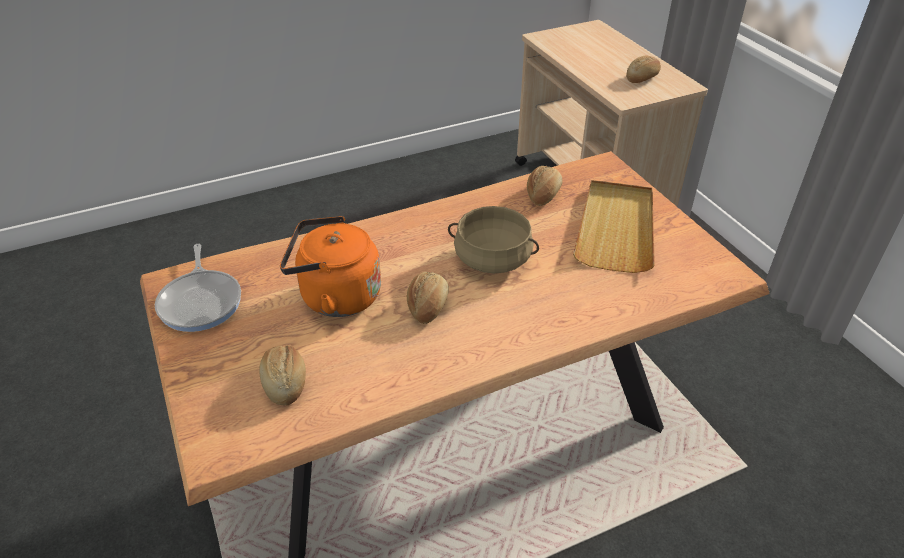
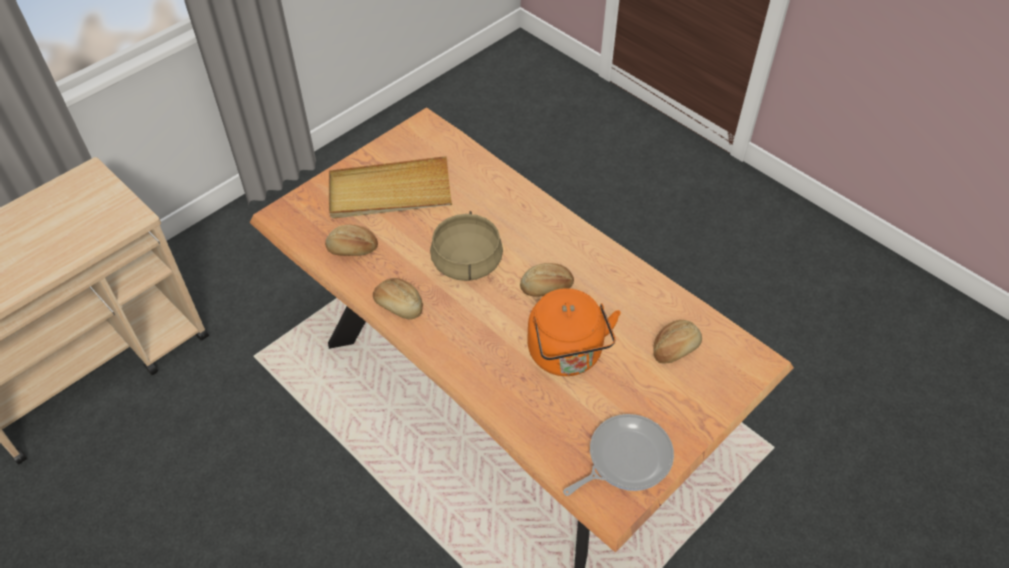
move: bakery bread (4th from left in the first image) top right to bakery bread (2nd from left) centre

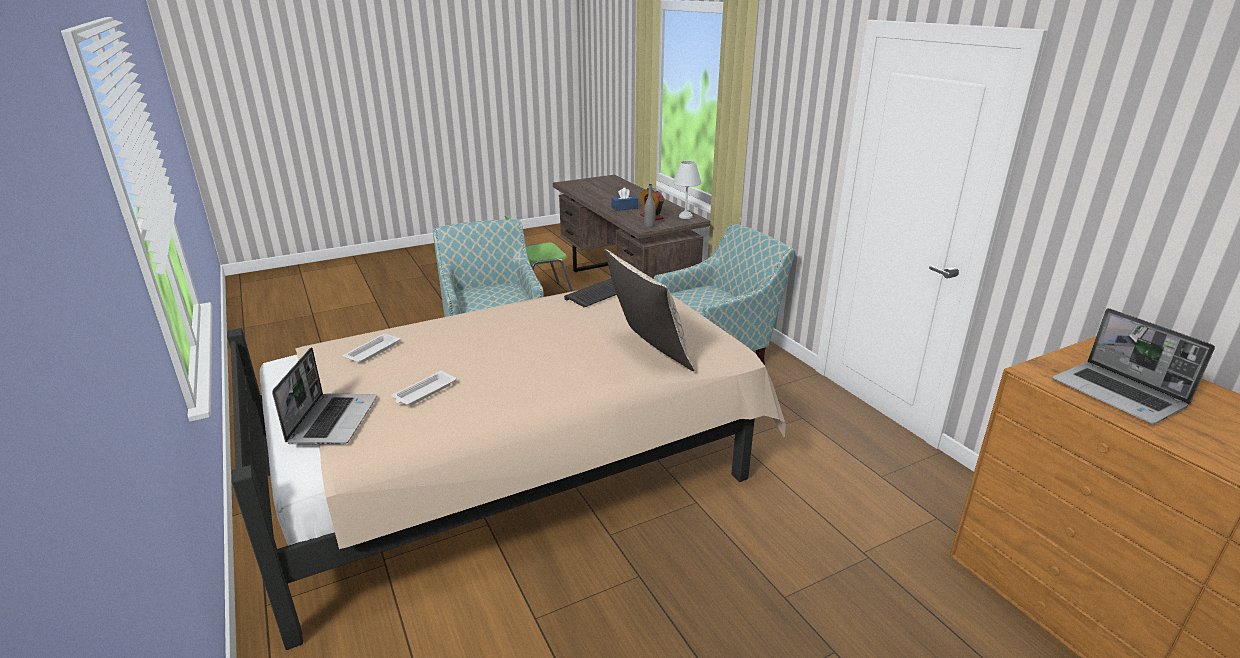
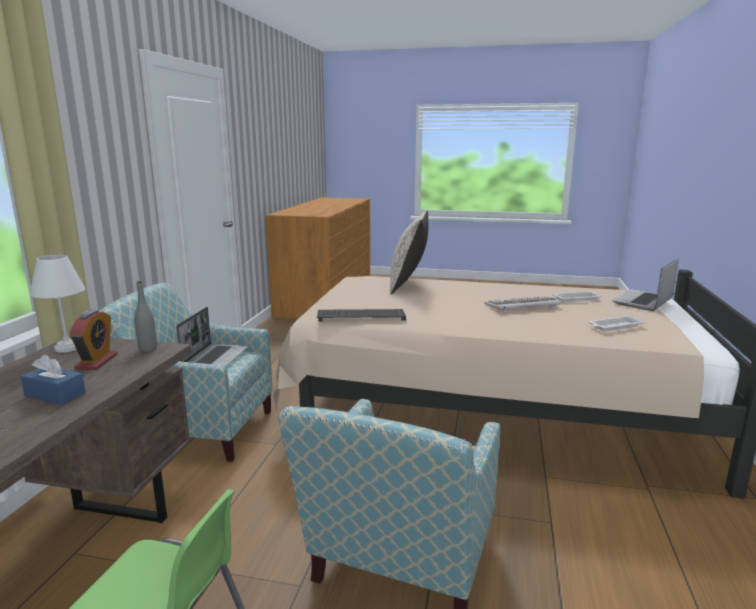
insert: computer keyboard (2nd from left) middle right
move: laptop (2nd from left in the first image) middle right to laptop (1st from left) middle left

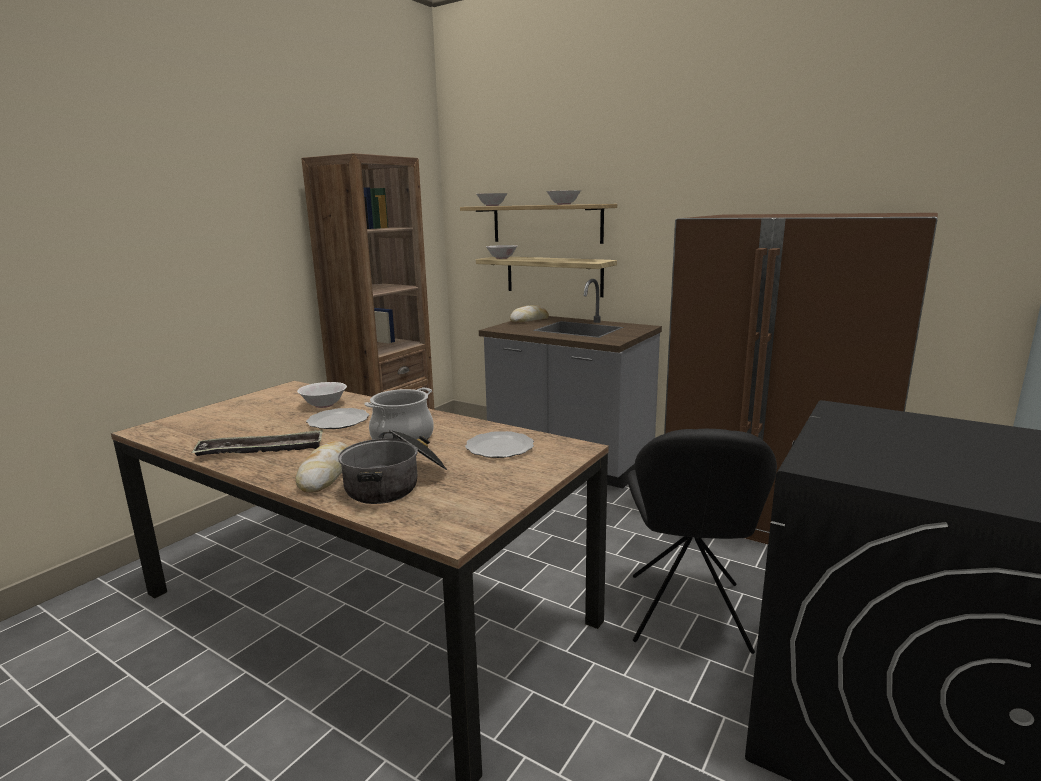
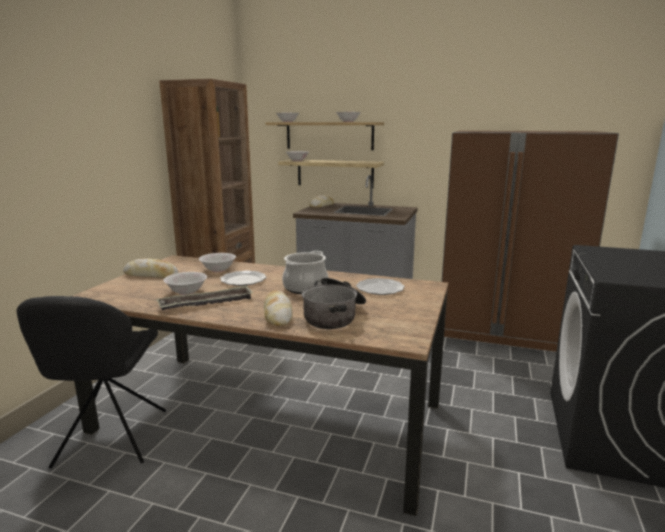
insert: bakery bread (1st from left) middle left; whitish bowl (1st from left) middle left
move: black-coloured upright chair bottom right to bottom left

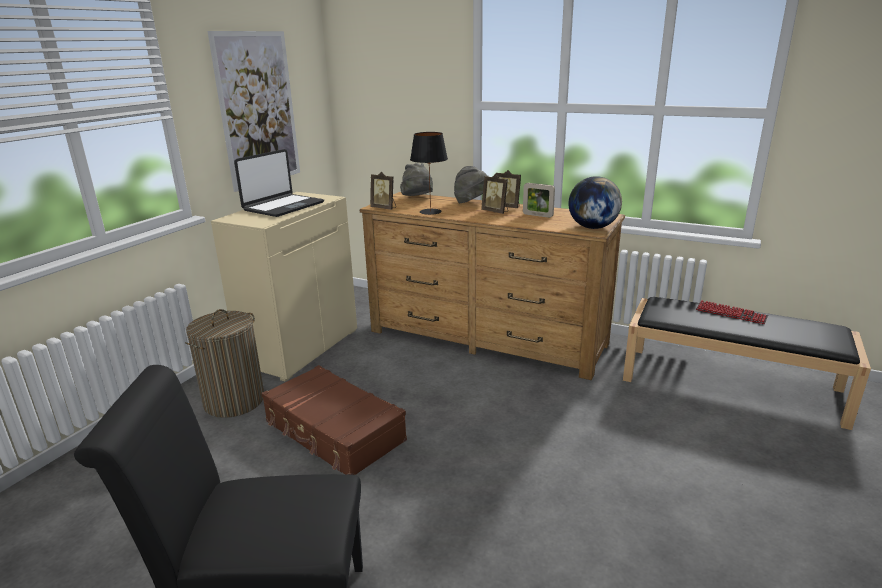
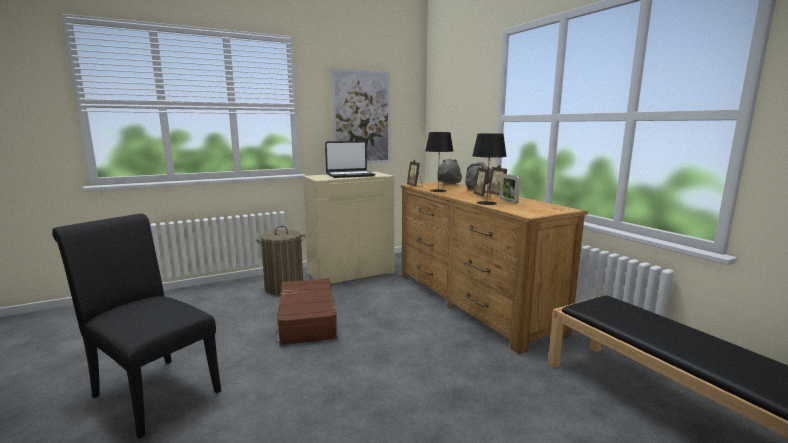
delete: desk globe middle right; computer keyboard middle right
insert: black-coloured table lamp (2nd from left) centre

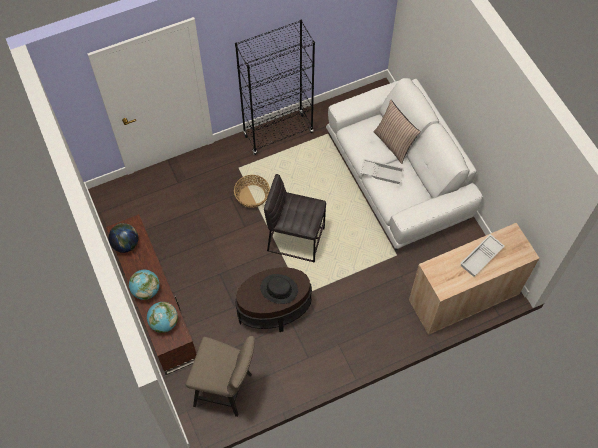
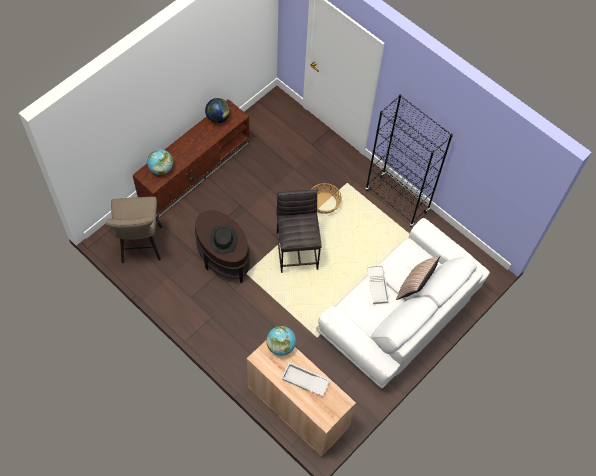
move: desk globe (2nd from left in the first image) middle left to desk globe (3rd from left) bottom centre

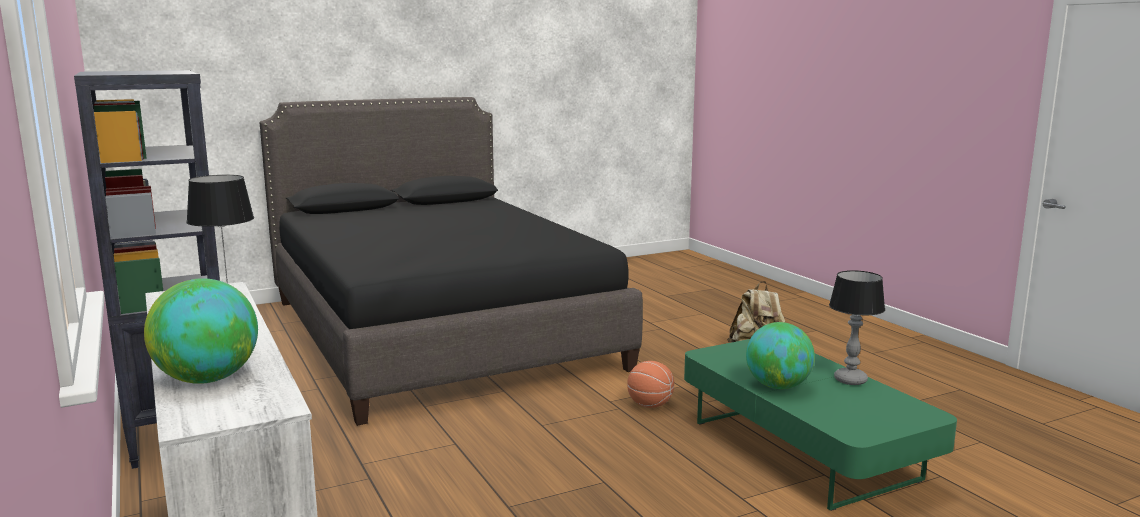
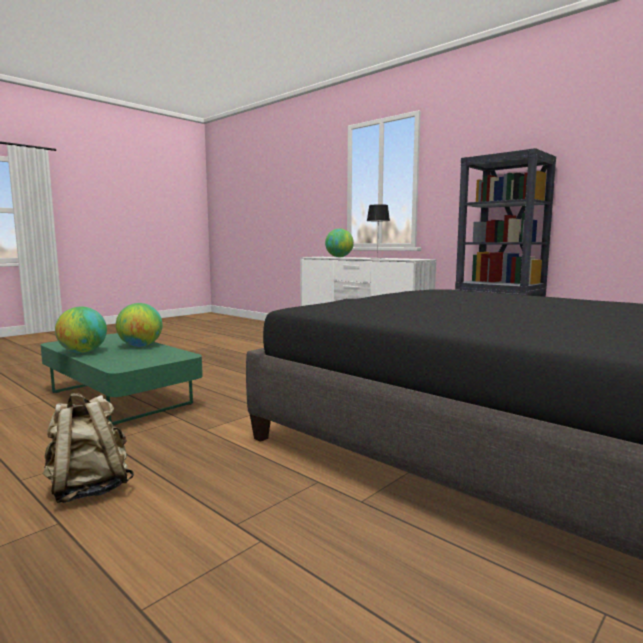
delete: ball for basketball bottom centre
replace: table lamp (2nd from left) middle right to desk globe (1st from left) middle left

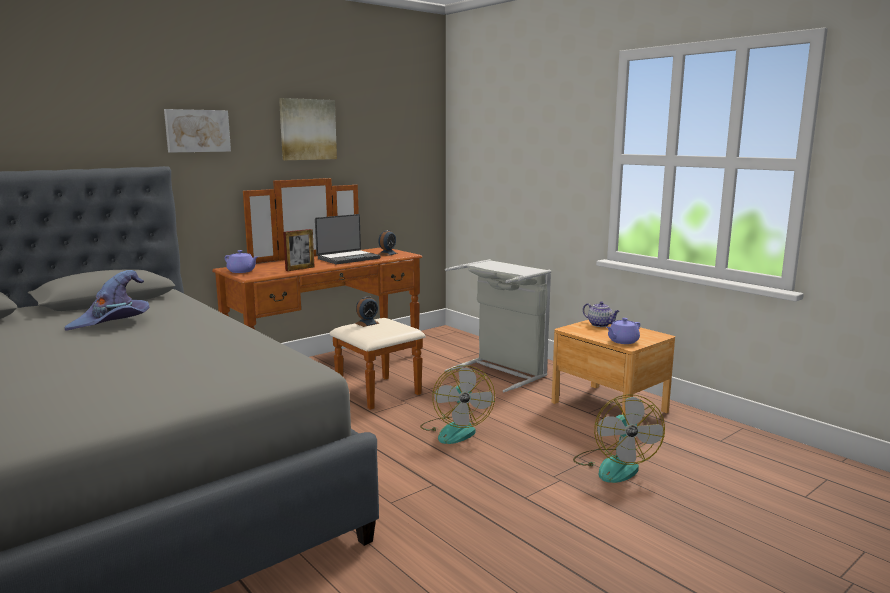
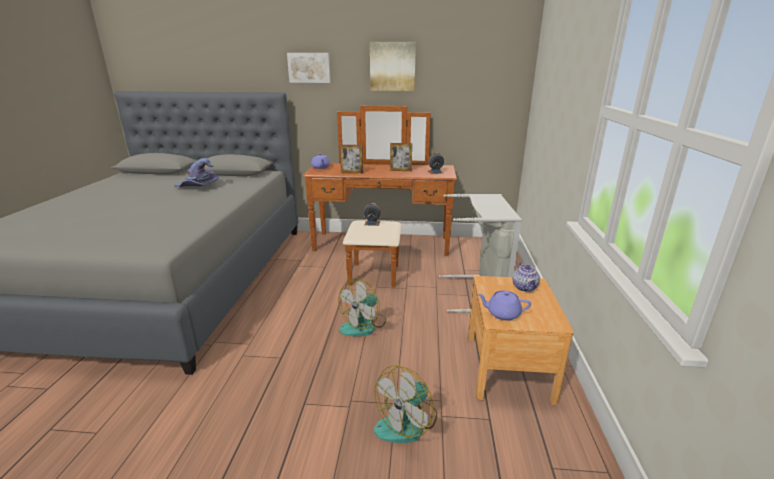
replace: laptop centre to picture frame (2nd from left) top centre

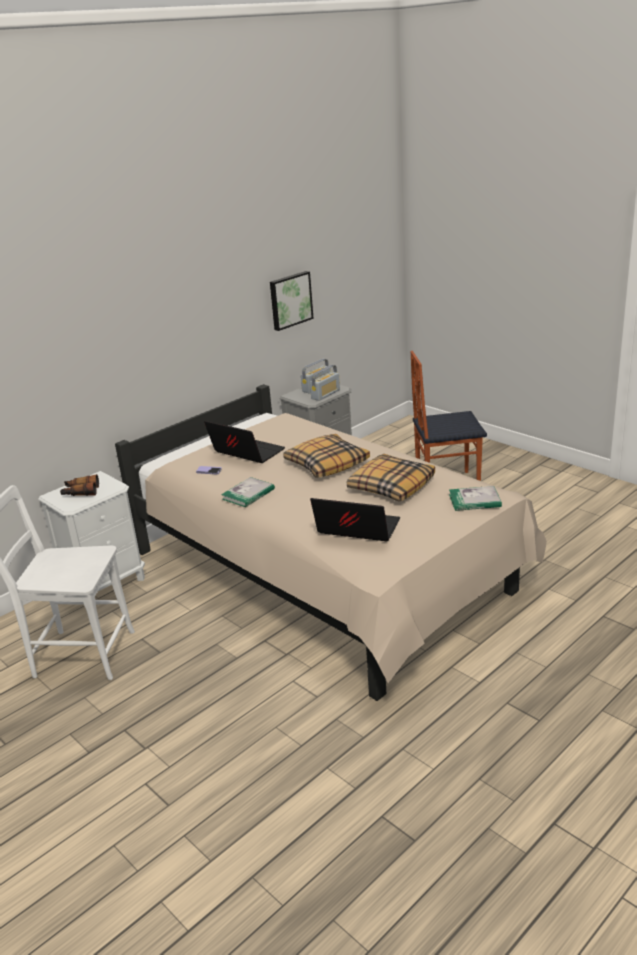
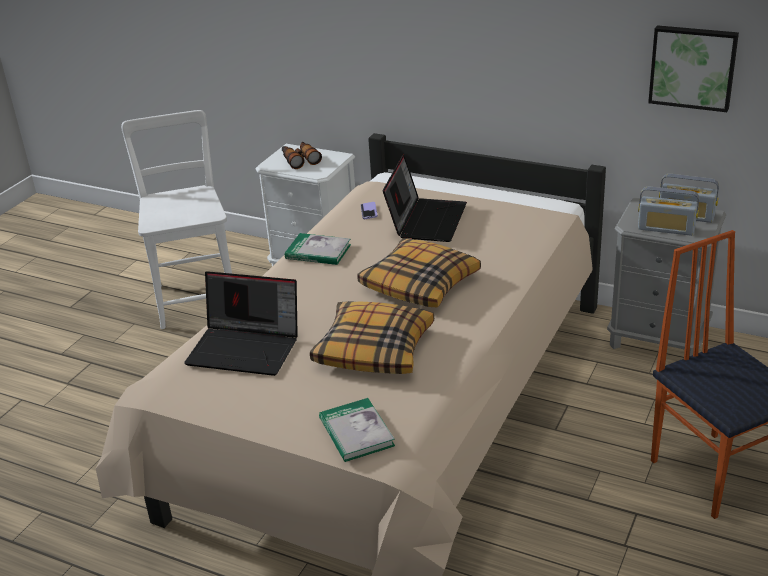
rotate: laptop (2nd from left in the first image) centre = middle left 105 degrees clockwise

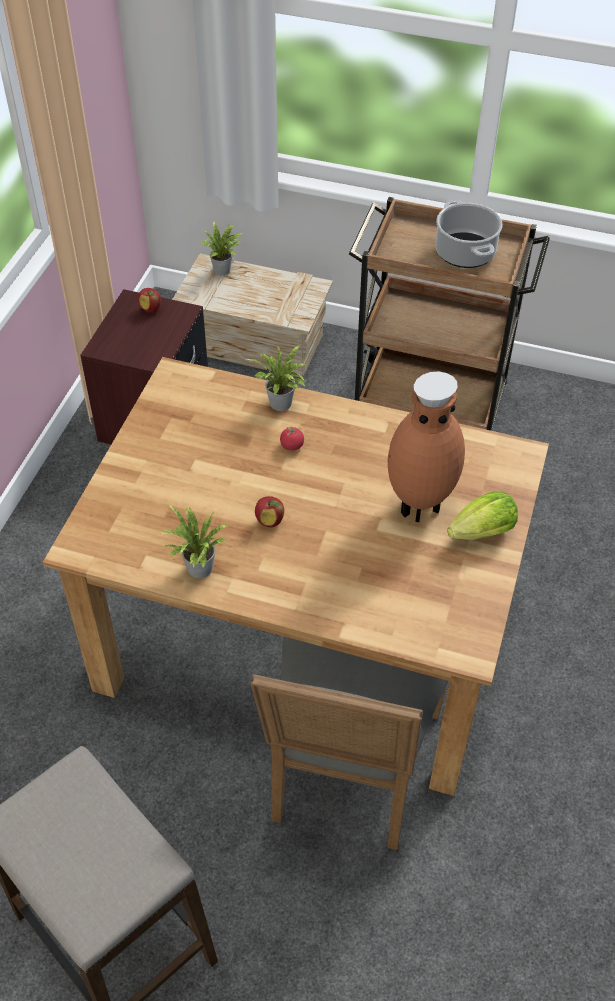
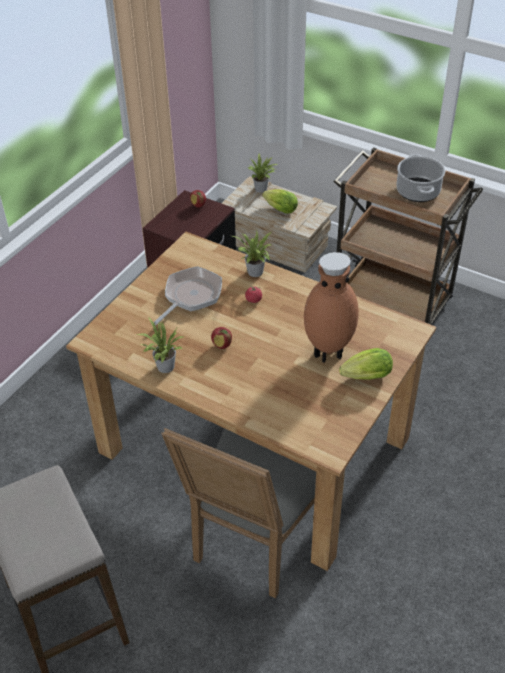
insert: pan centre; lettuce head (1st from left) top centre

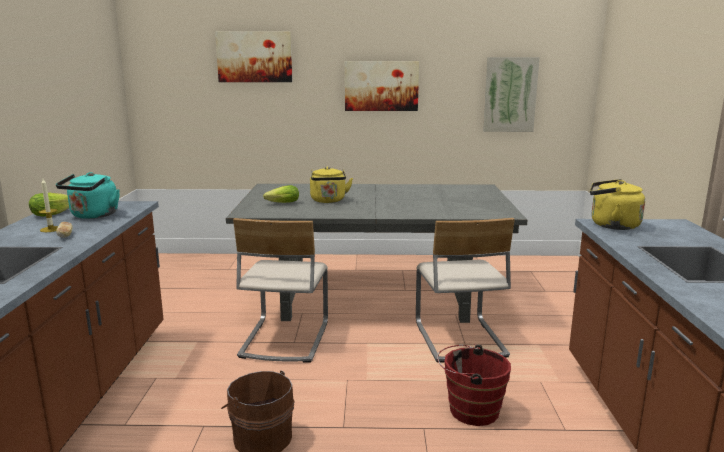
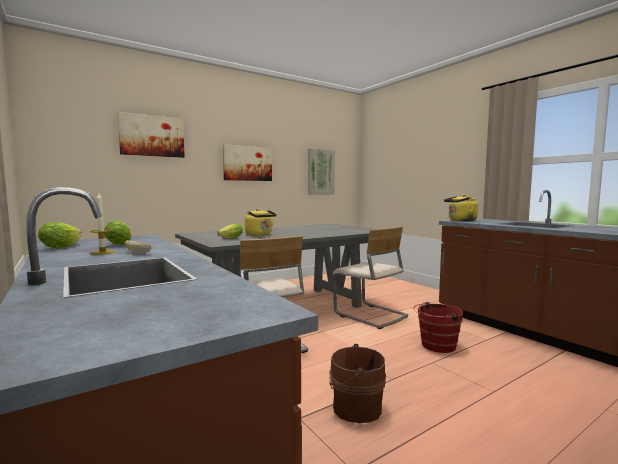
replace: turquoise kettle middle left to lettuce head (2nd from left) middle left

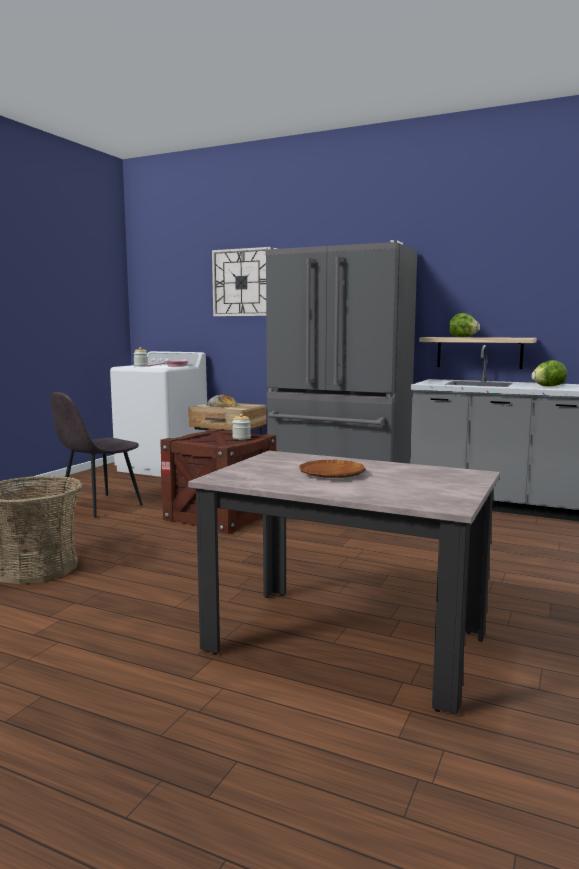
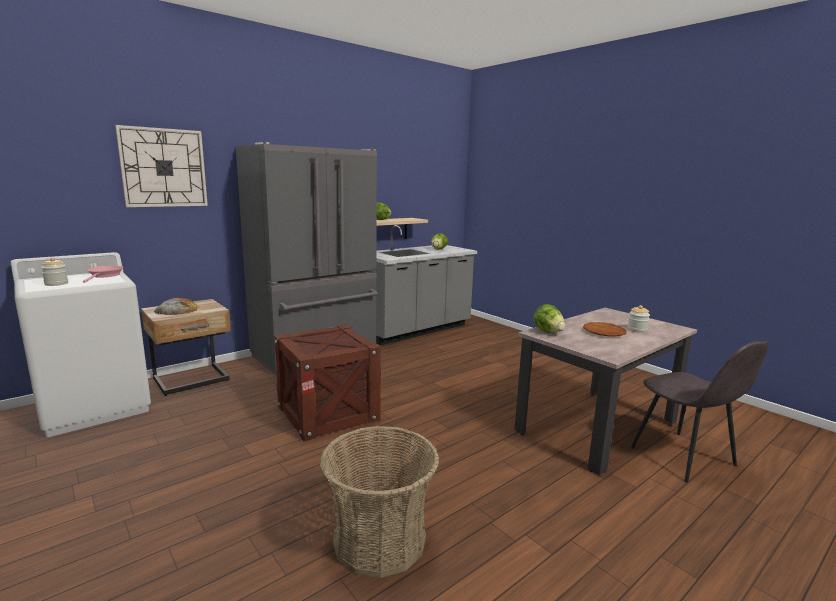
insert: lettuce head (3rd from left) centre
move: gray upright chair middle left to bottom right; storage jar (2nd from left) centre to middle right

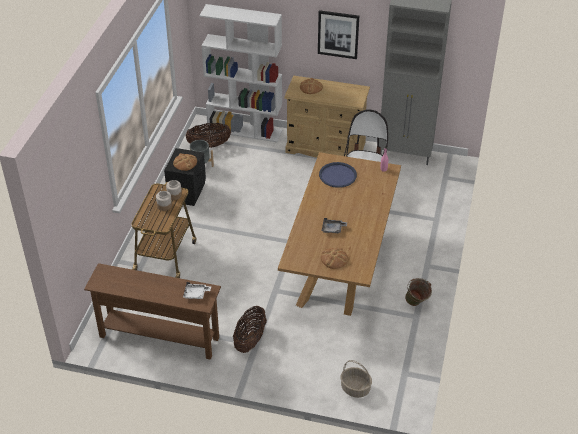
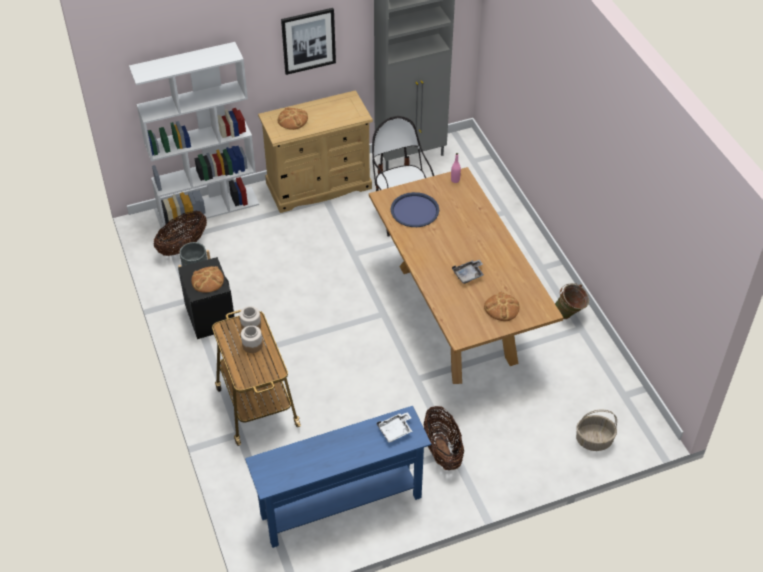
recolor: brownish narrow table bottom left to bluish narrow table bottom centre

